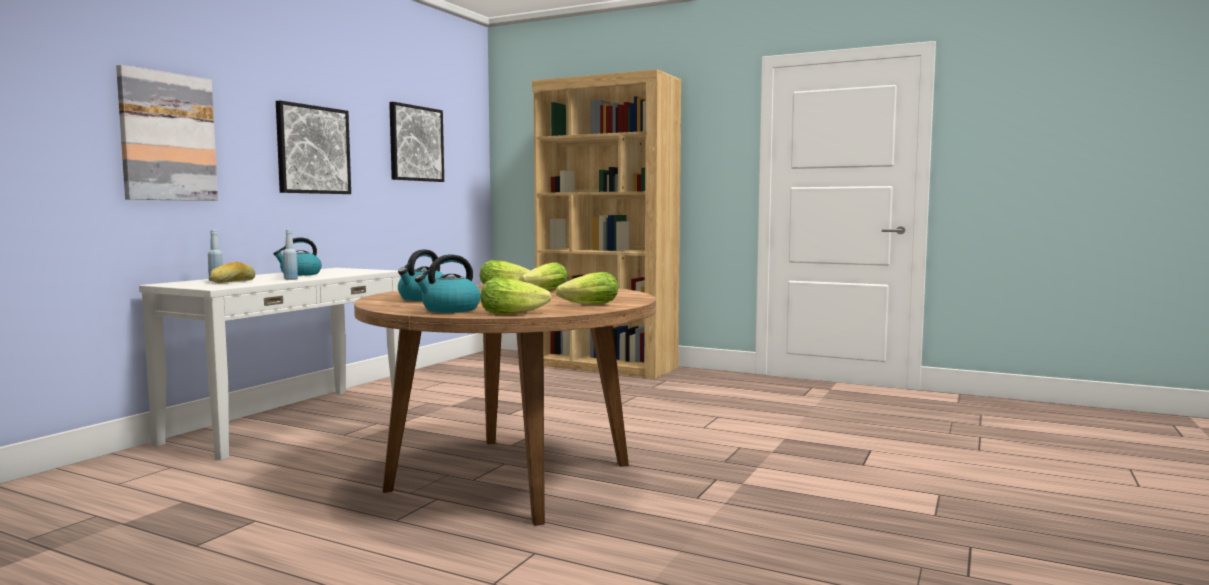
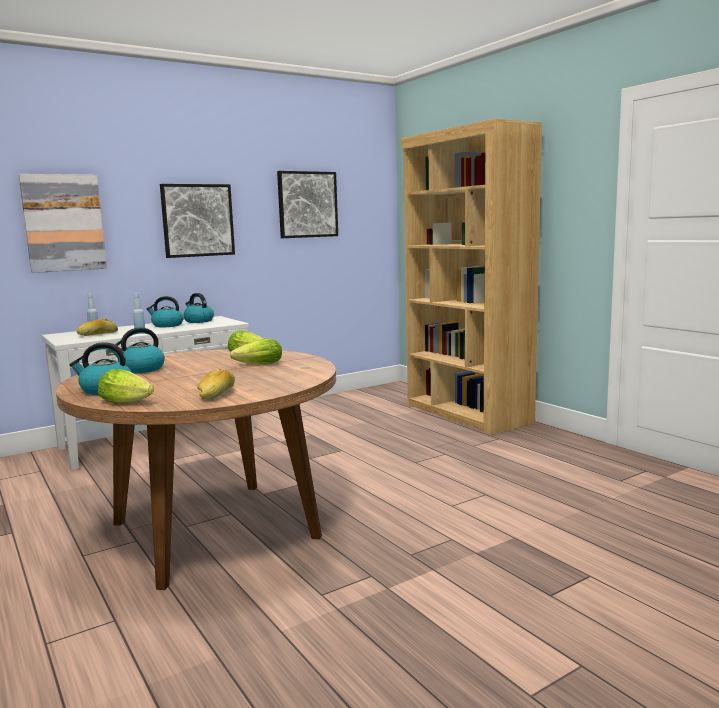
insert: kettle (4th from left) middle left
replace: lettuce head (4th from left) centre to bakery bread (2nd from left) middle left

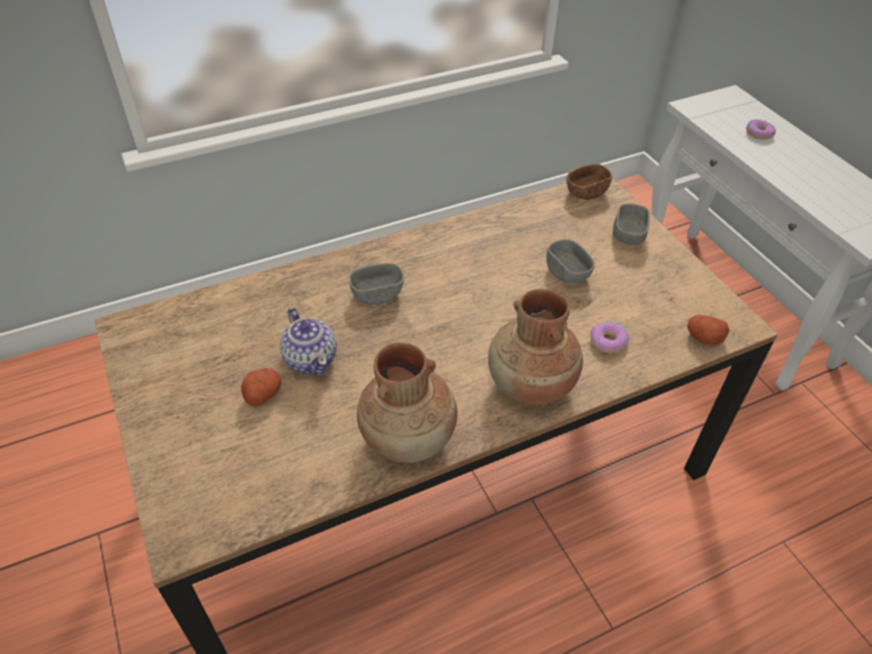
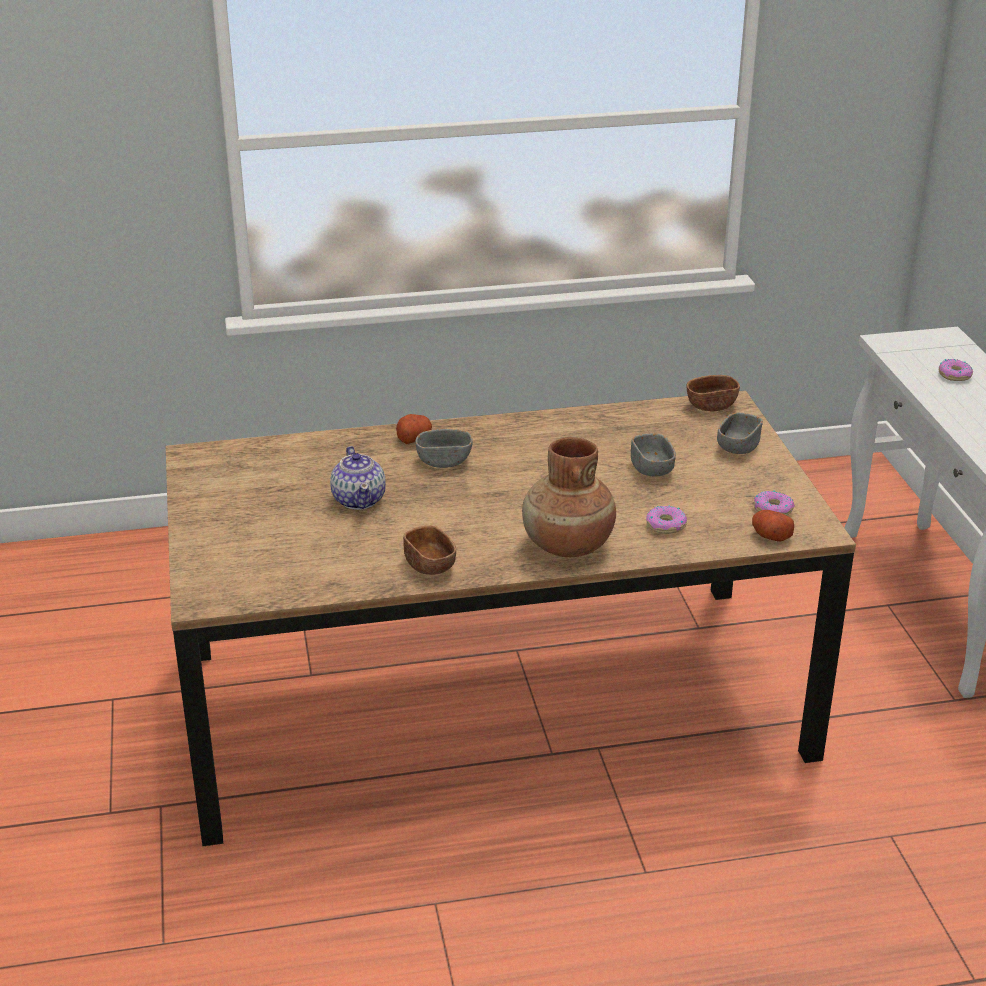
insert: donut (2nd from left) middle right
move: potato (1st from left) middle left to centre
replace: brownish decorative vase (1st from left) centre to brownish bowl (1st from left) centre

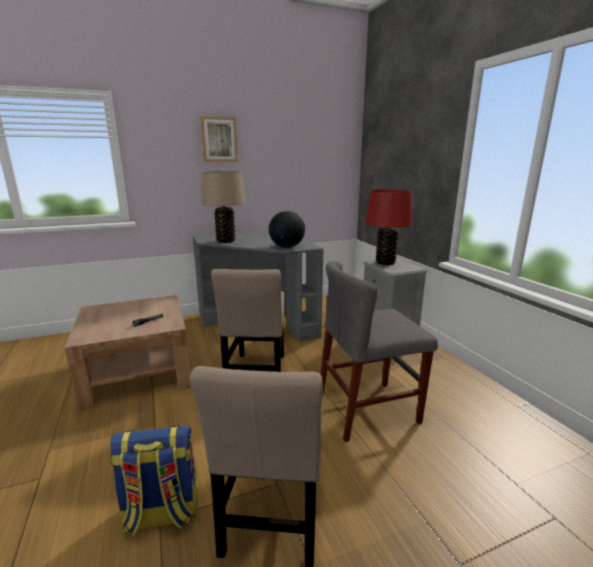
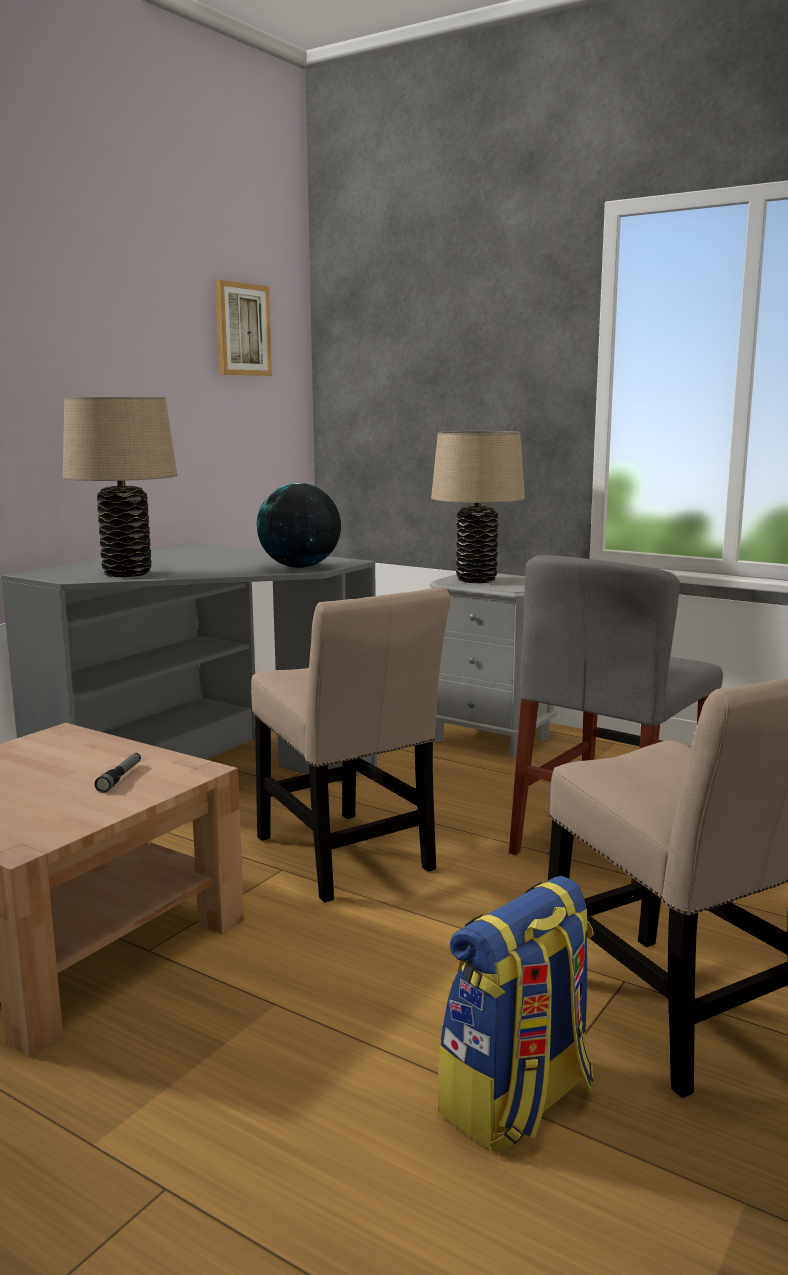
move: wall picture top centre to top left
recolor: reddish table lamp centre to beige table lamp (2nd from left) centre

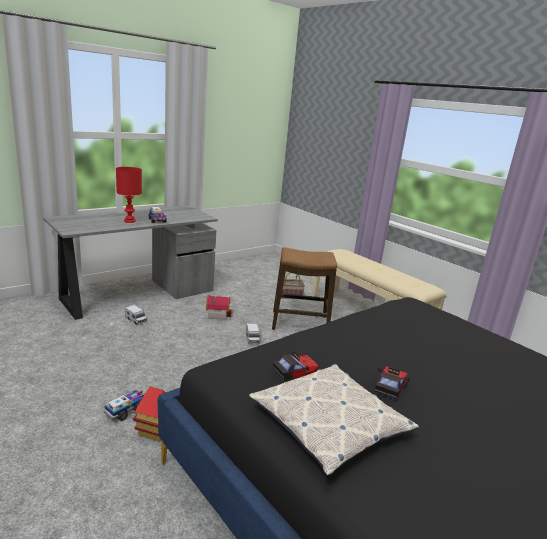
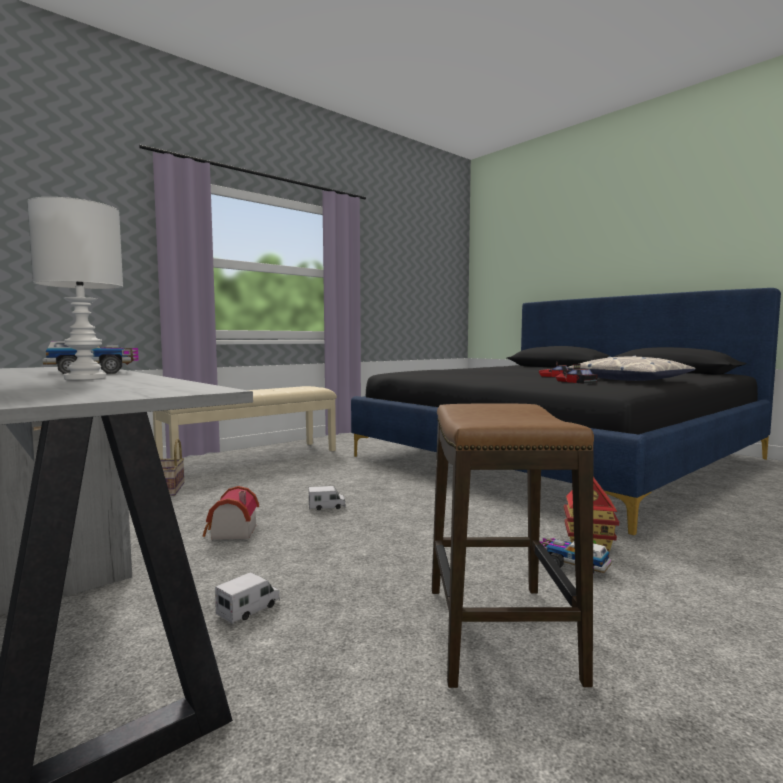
move: sitting stool centre to bottom centre
recolor: reddish table lamp middle left to whitish table lamp middle left

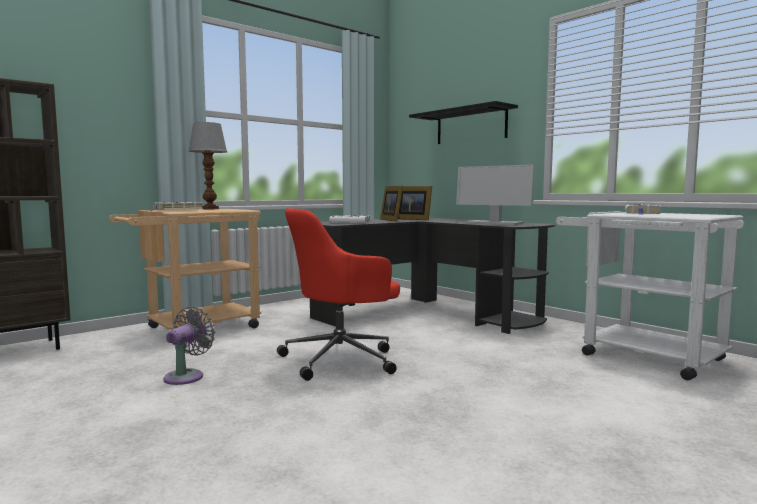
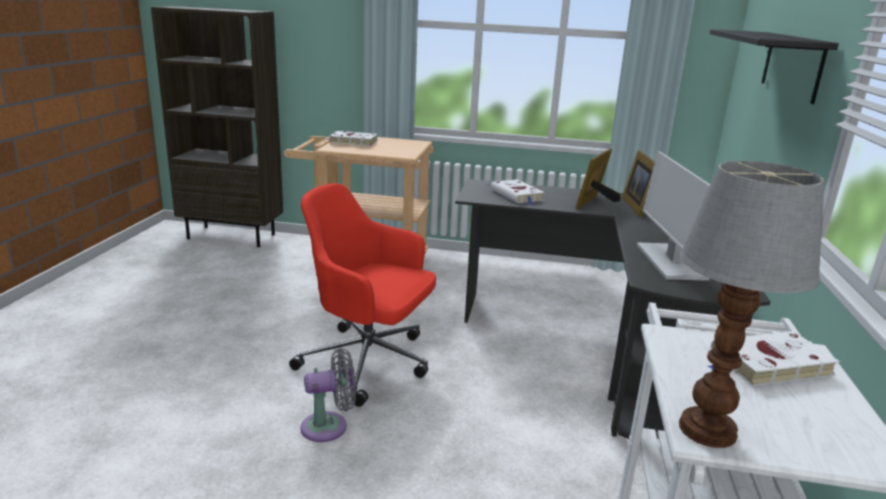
move: gray electric fan bottom left to bottom centre; table lamp top left to middle right

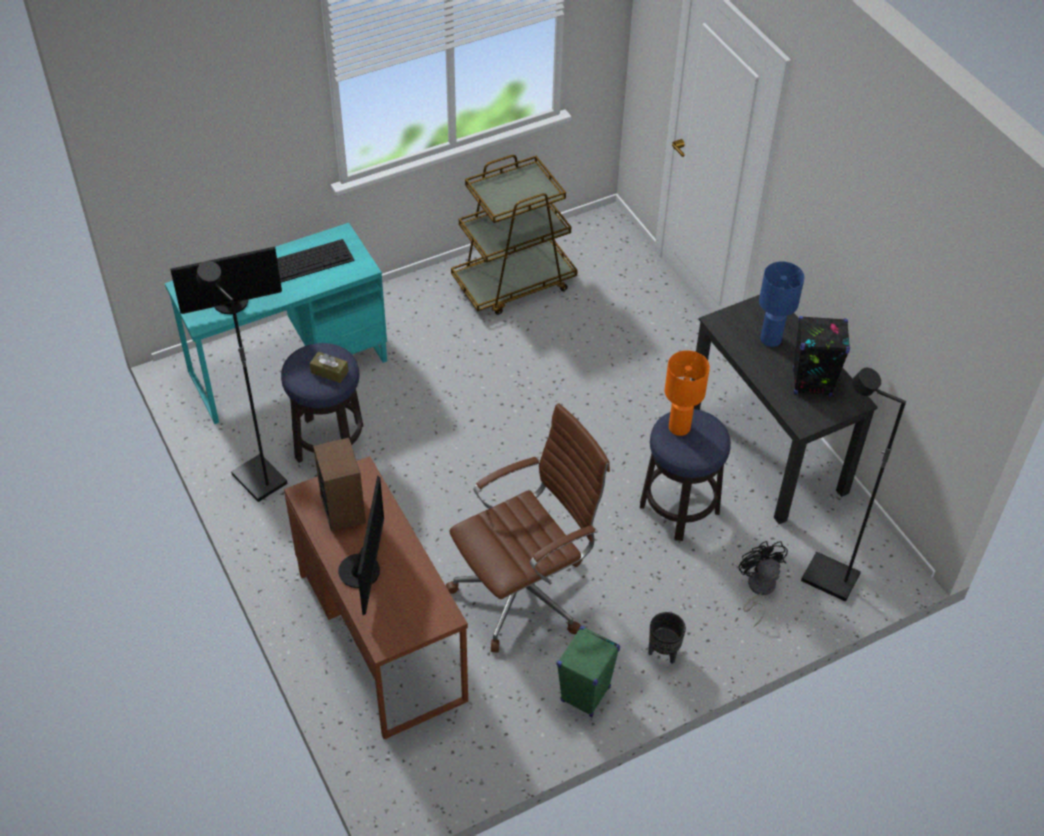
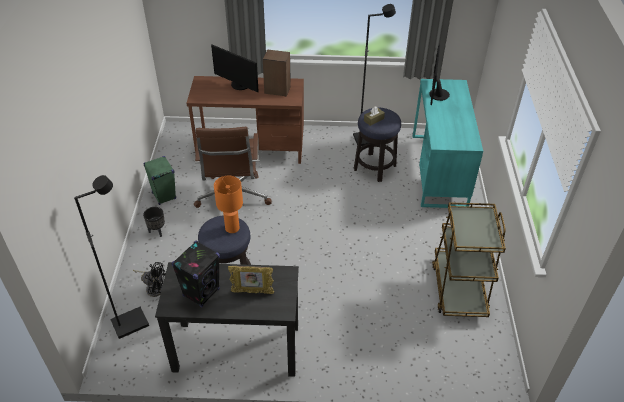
delete: computer keyboard top left
replace: bluish table lamp middle right to picture frame bottom centre

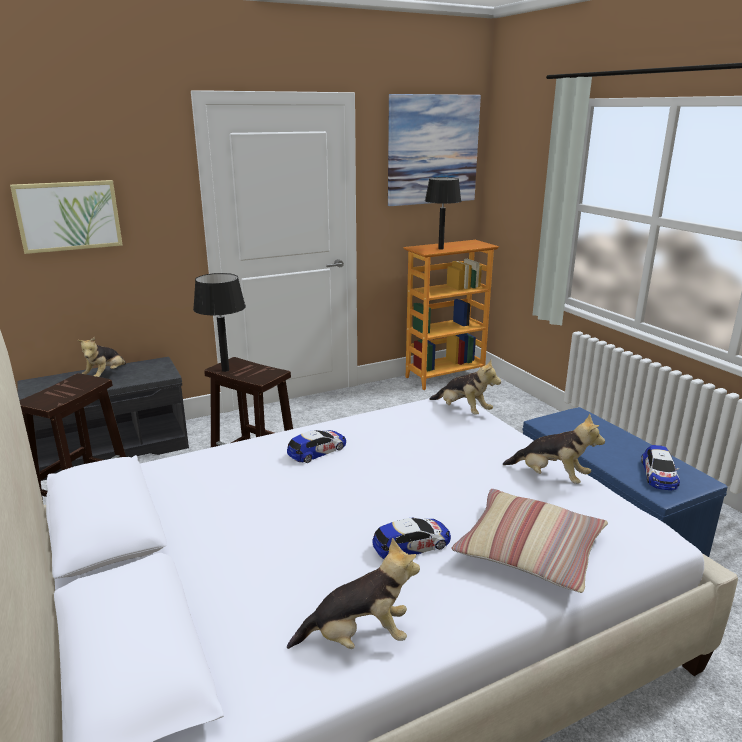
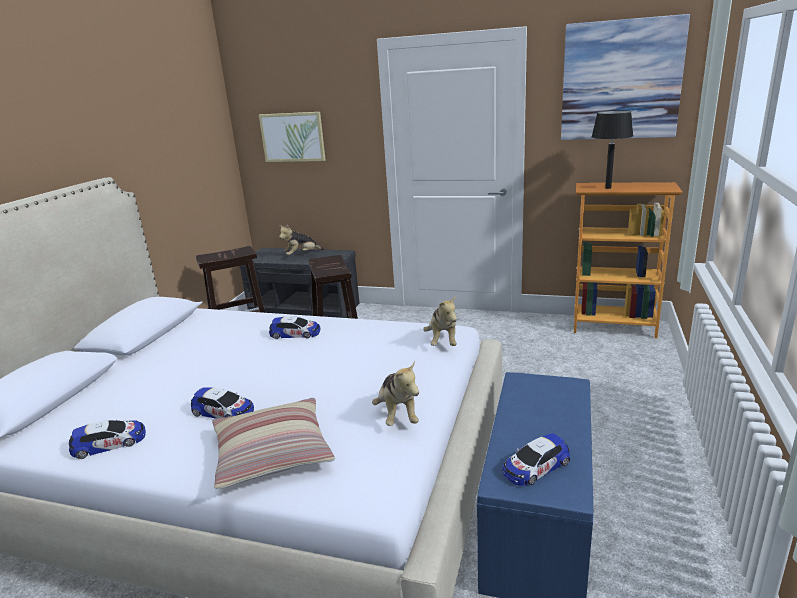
delete: black-coloured table lamp (1st from left) middle left
replace: cuddly toy (2nd from left) bottom centre to model car (1st from left) bottom left

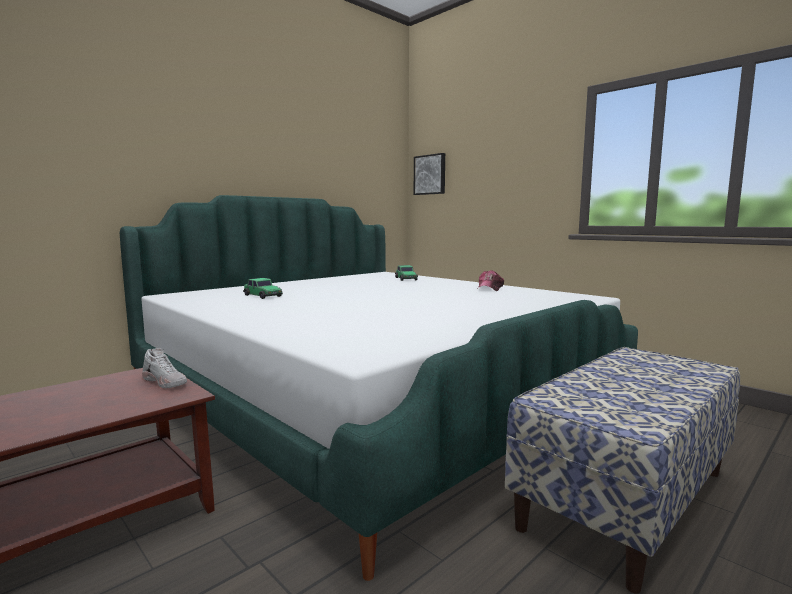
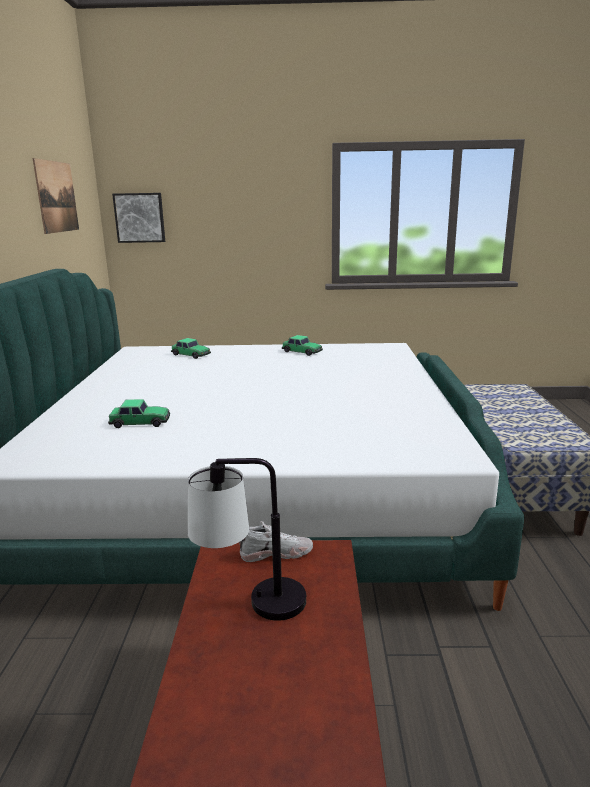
insert: wall picture (1st from left) top left; table lamp bottom centre
replace: peaked cap centre to model car (3rd from left) centre

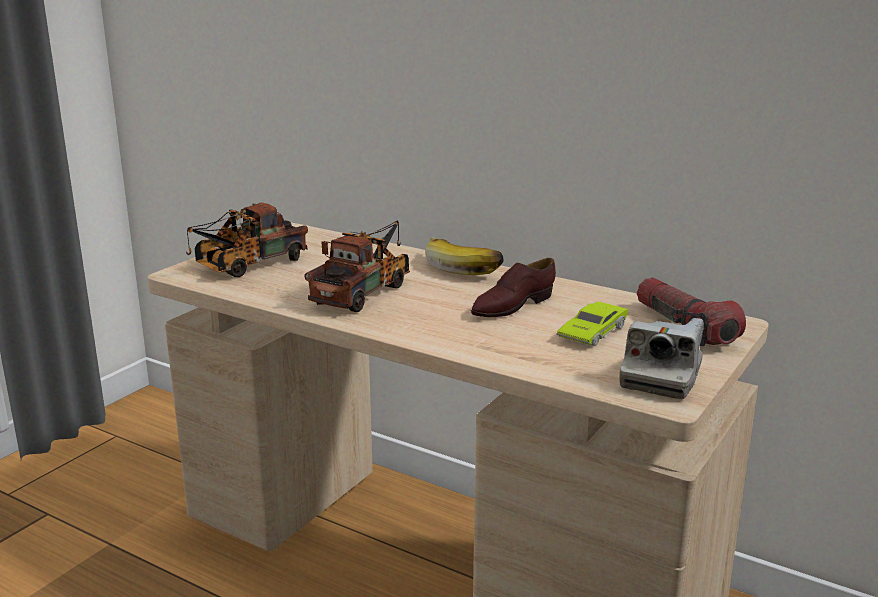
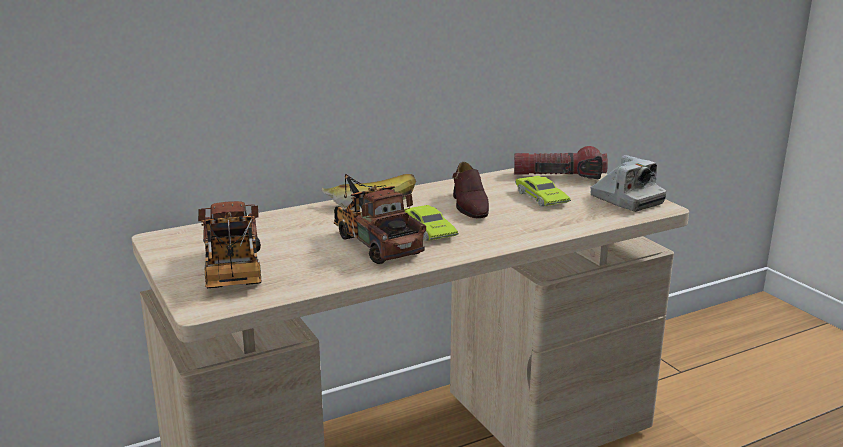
insert: greenish model car (1st from left) centre

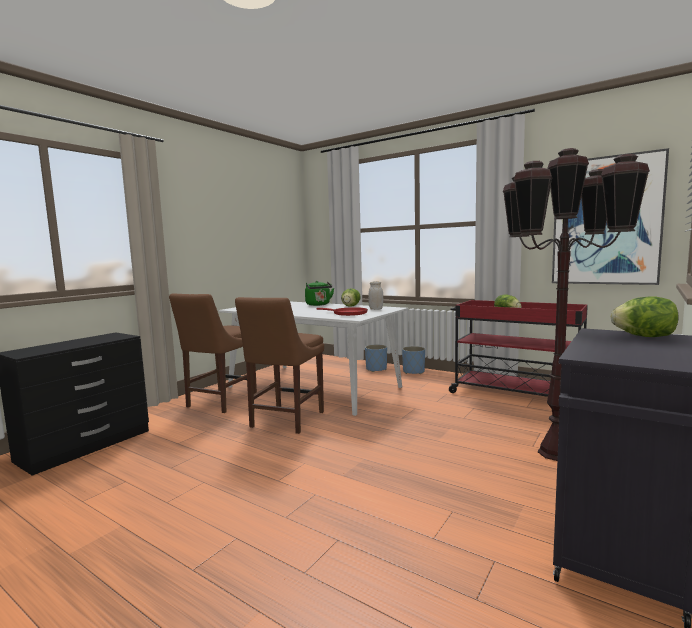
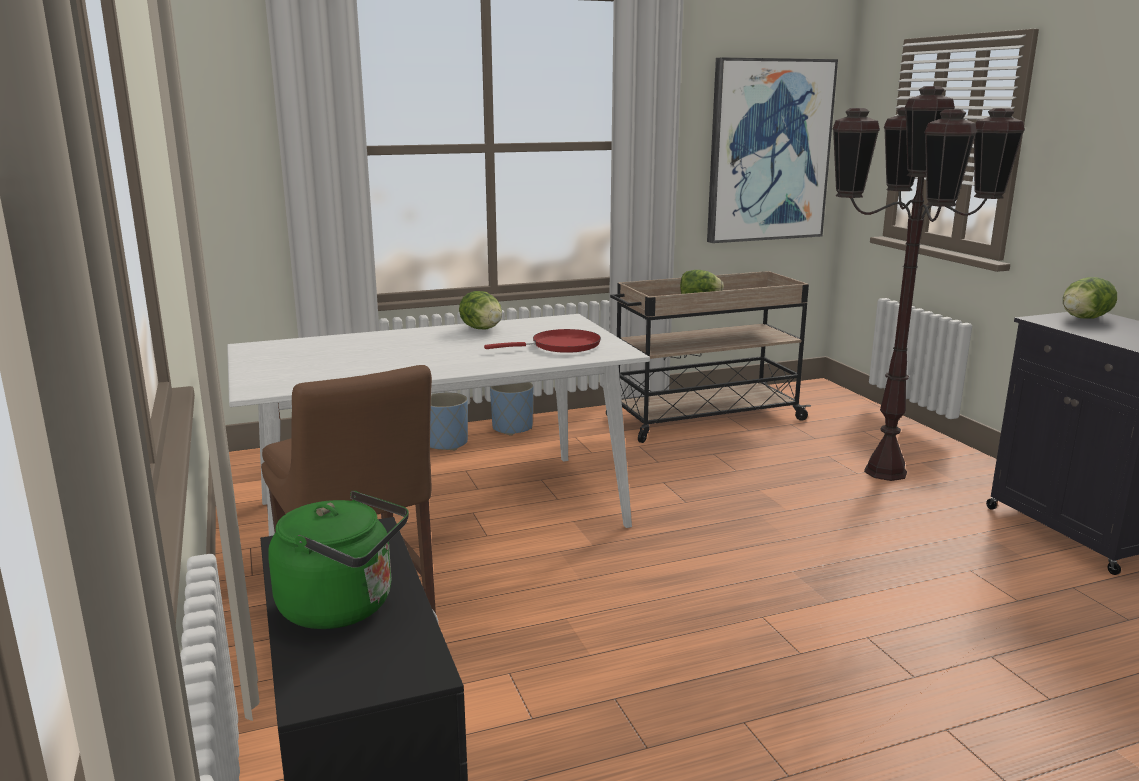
delete: brownish upright chair (2nd from left) centre; whitish storage jar centre
move: greenish kettle centre to bottom left
recolor: reddish wheeled cart middle right to beige wheeled cart centre

